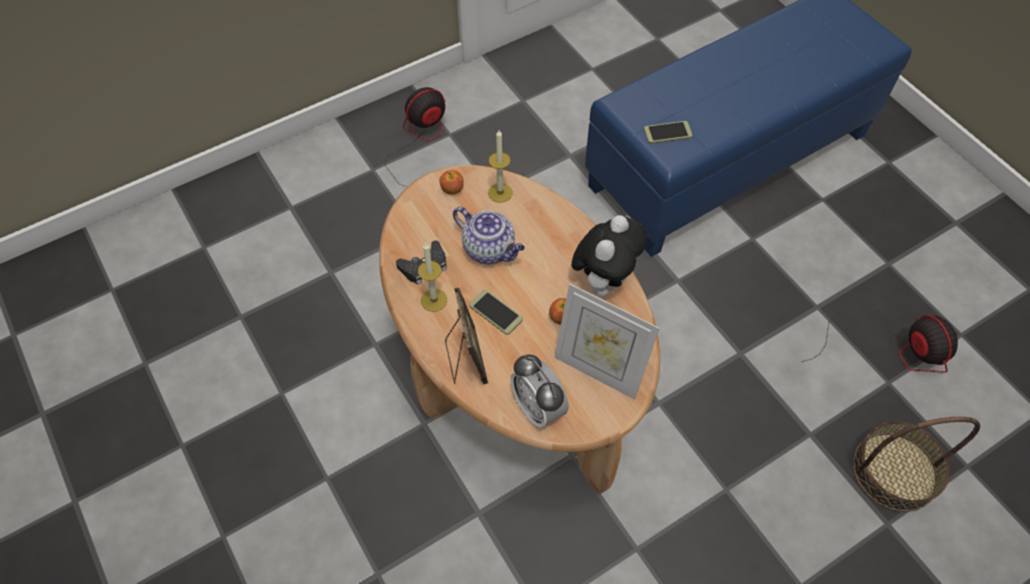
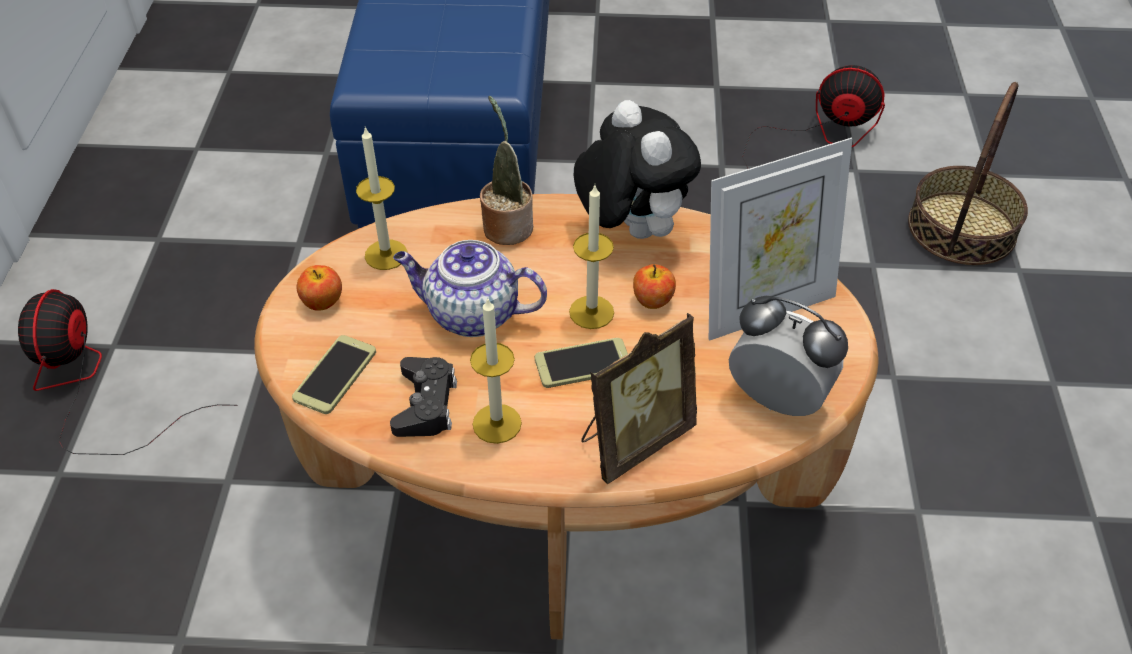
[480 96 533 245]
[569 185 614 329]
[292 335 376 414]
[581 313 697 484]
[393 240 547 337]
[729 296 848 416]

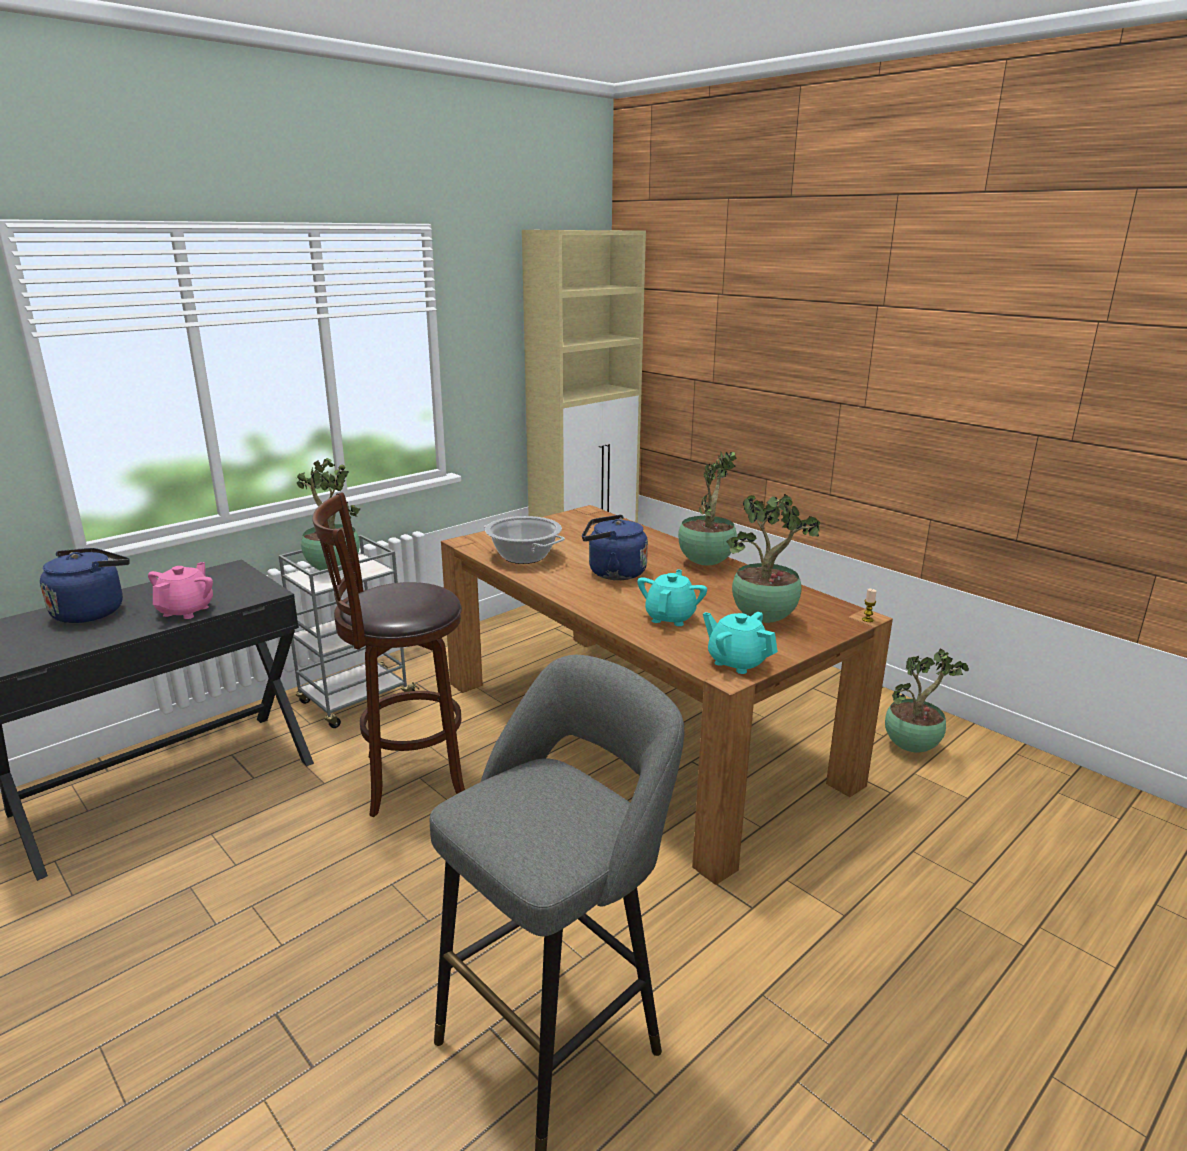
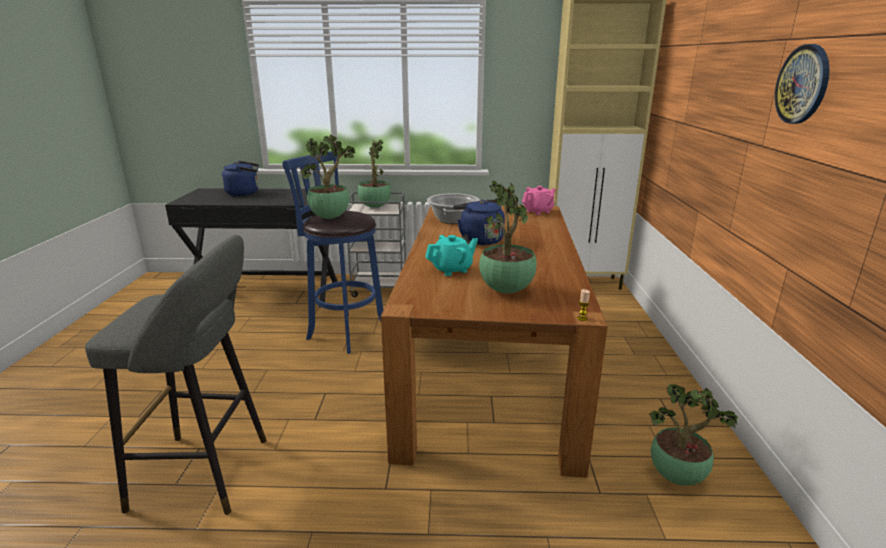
[703 612 778 674] (first image)
[775 44 830 124]
[522 186 556 215]
[300 134 355 219]
[282 151 383 354]

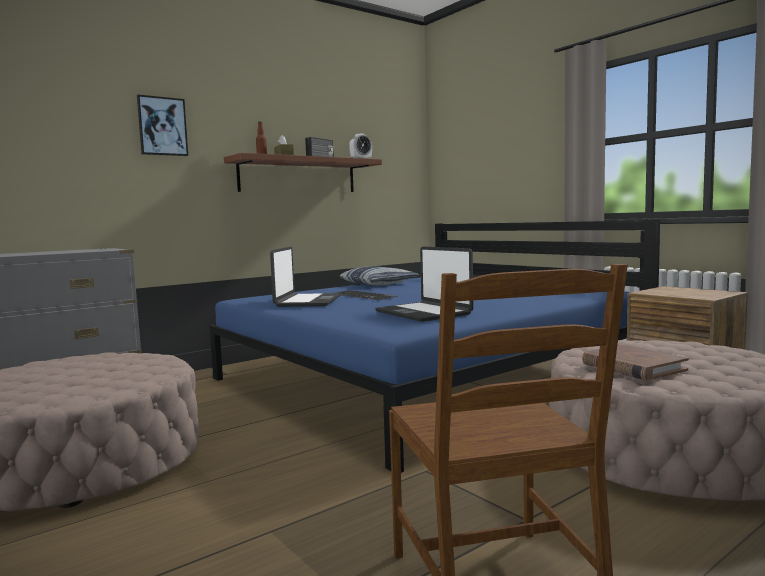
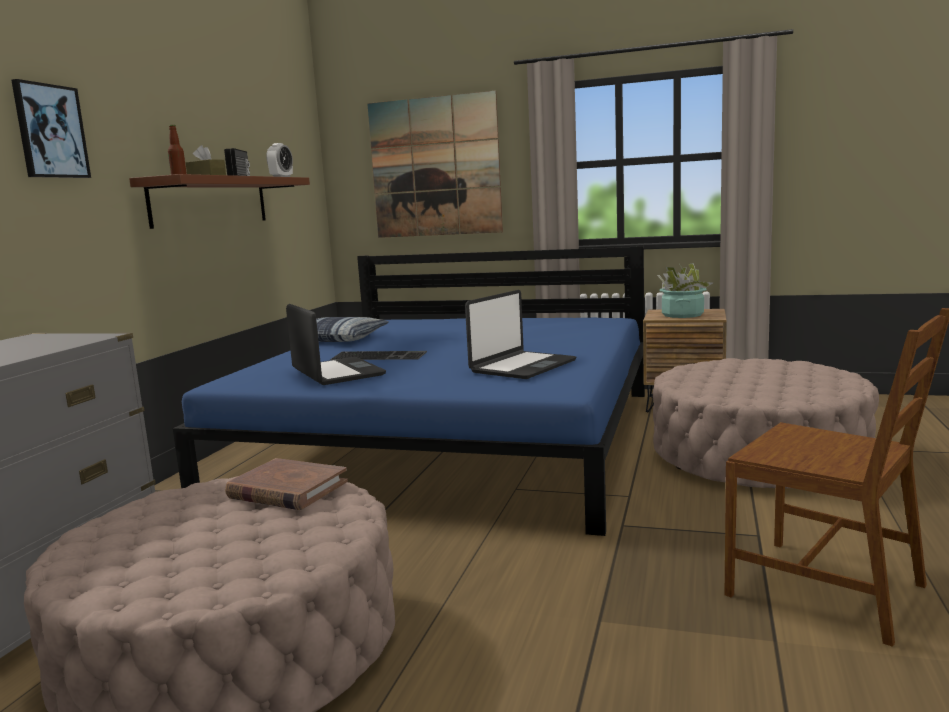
[367 90 503 238]
[657 263 713 318]
[225 458 348 510]
[465 290 576 379]

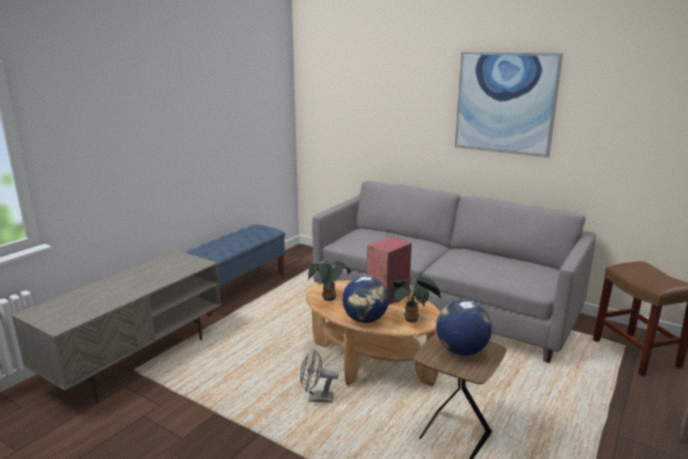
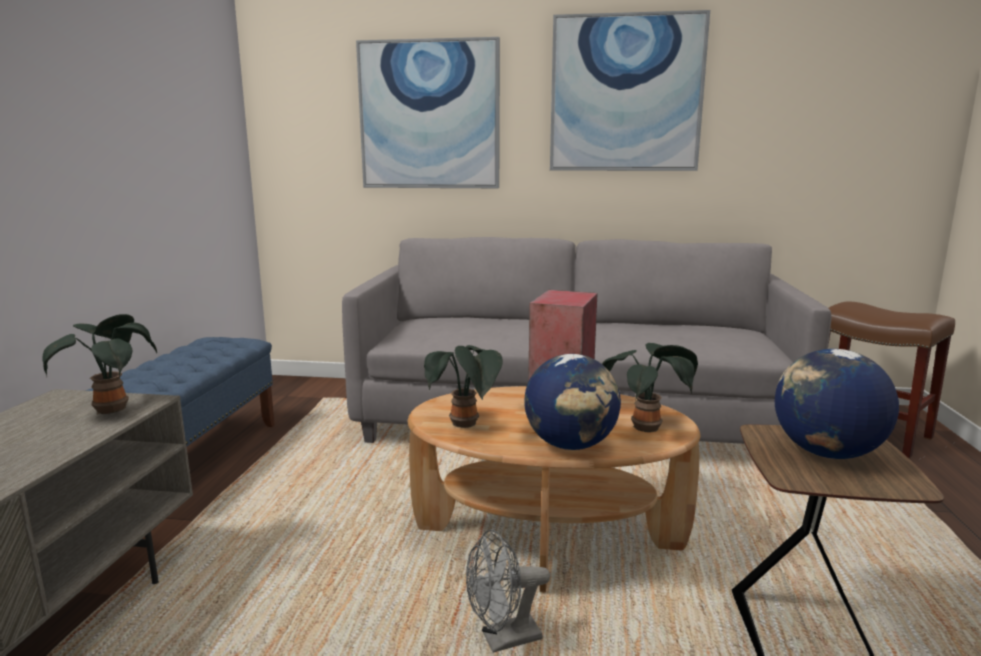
[43 314 157 415]
[356 37 500 188]

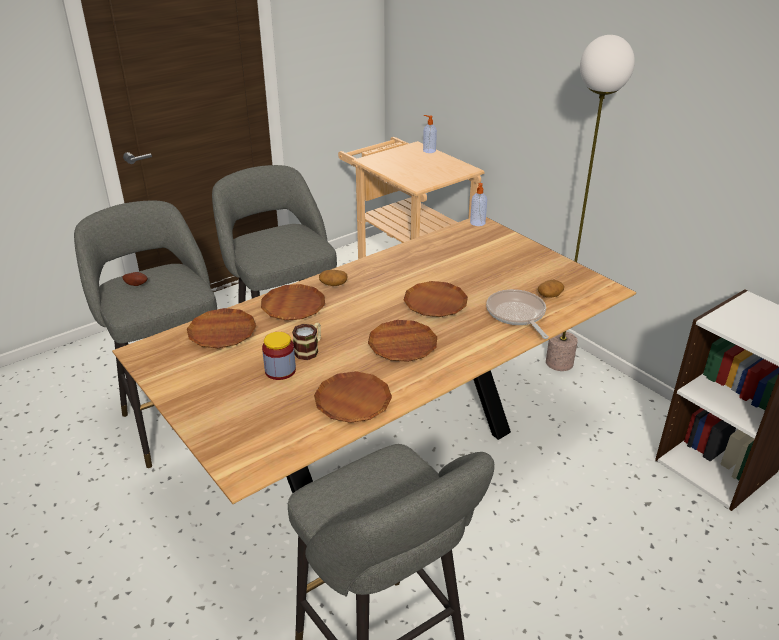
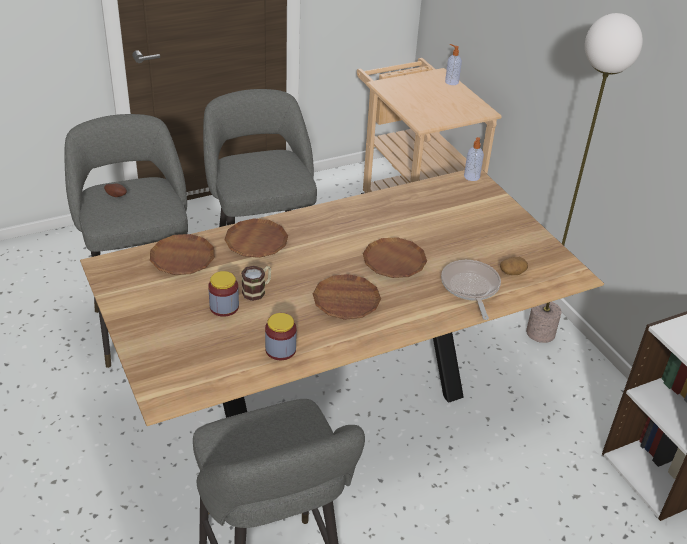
[319 270 348 286] (first image)
[265 313 297 360]

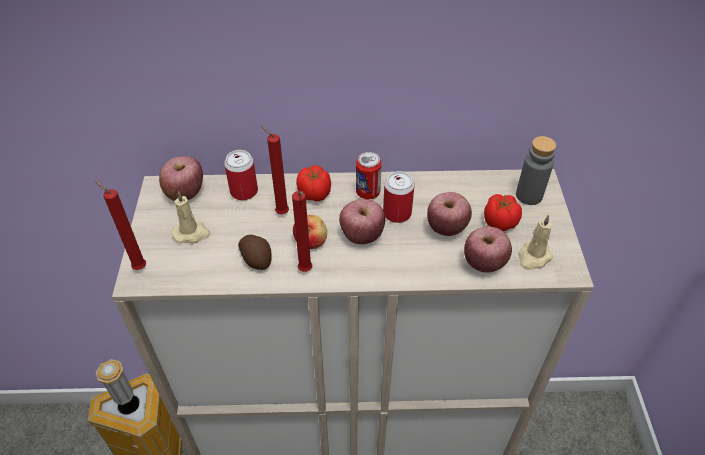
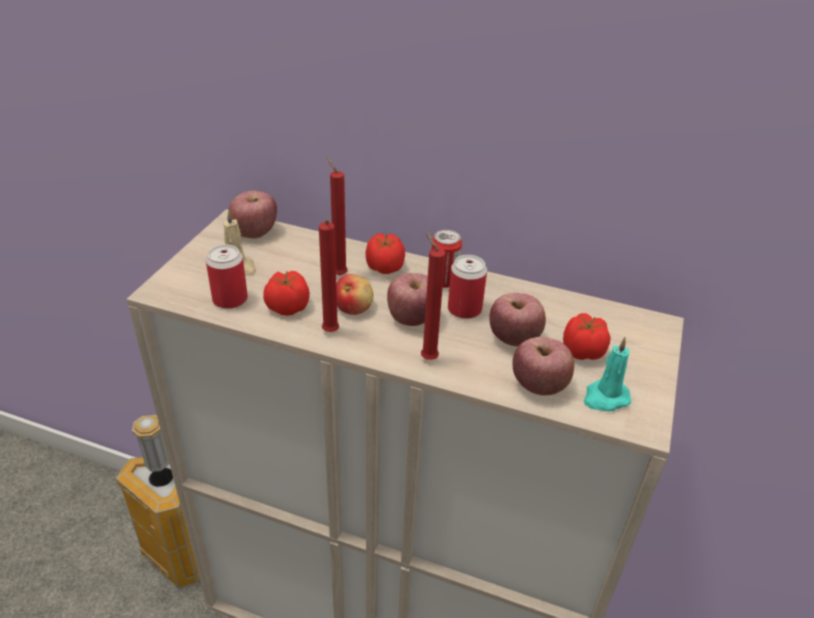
[516 136 556 205] (first image)
[421 232 445 360]
[206 244 248 309]
[263 271 310 316]
[584 337 631 411]

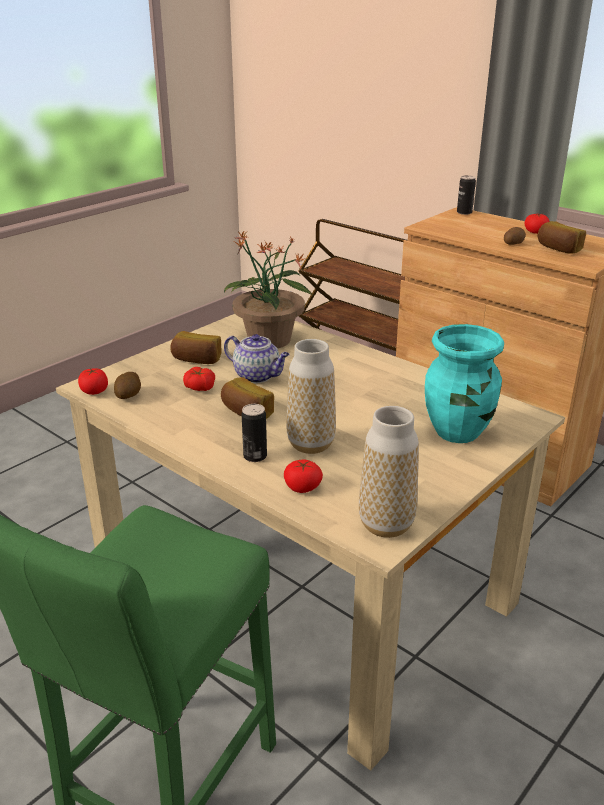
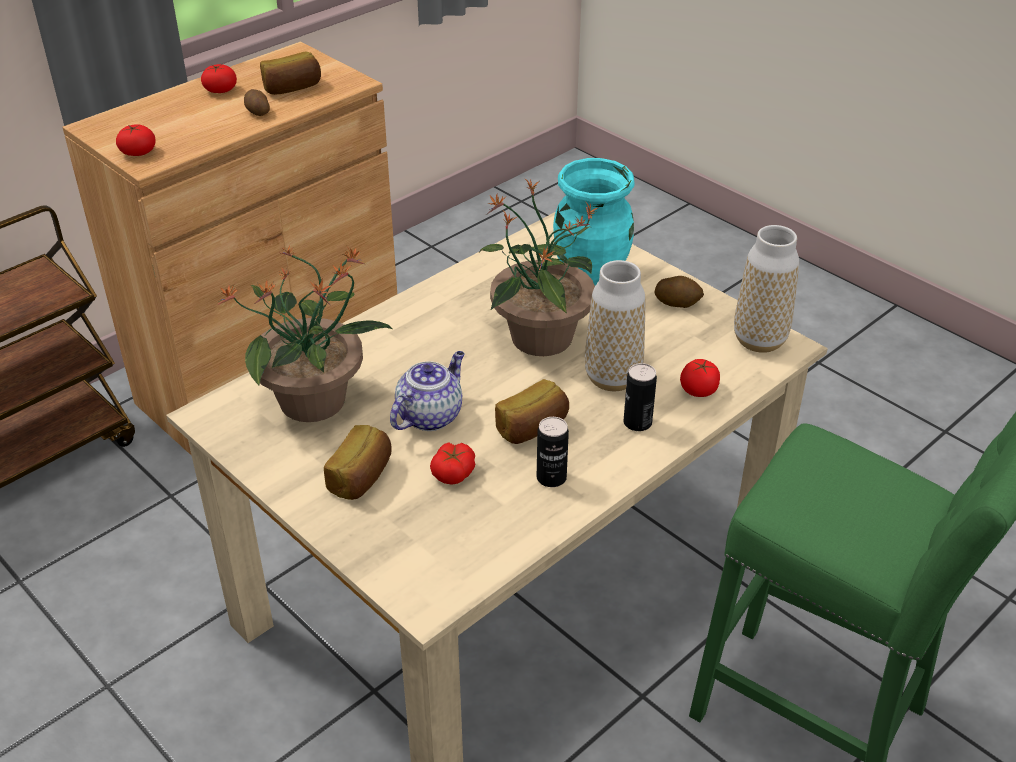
[478 178 598 356]
[116 124 156 156]
[654 276 704 308]
[537 417 569 487]

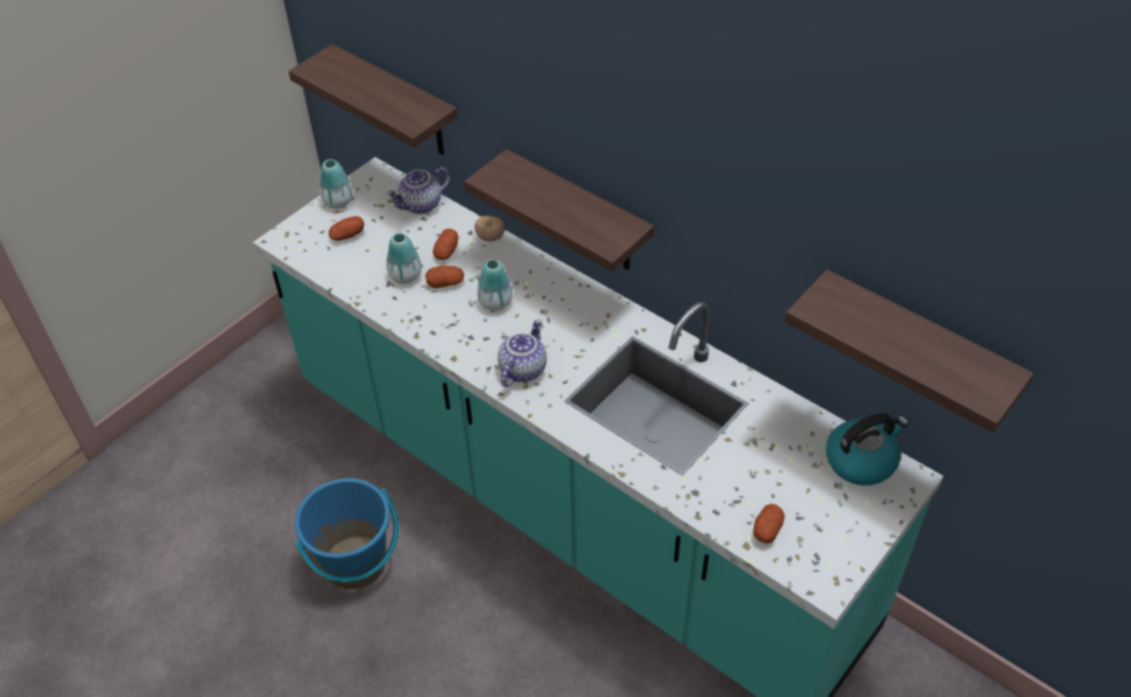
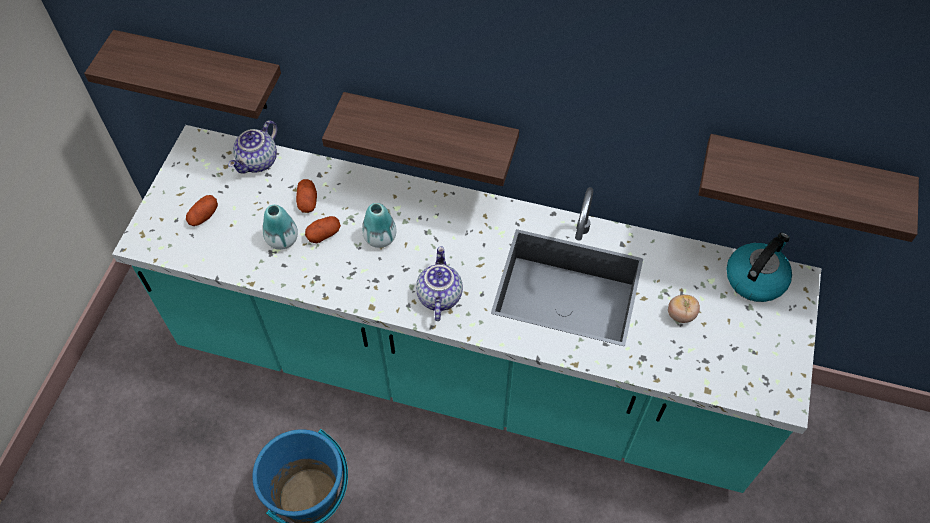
[320 159 353 209] (first image)
[753 504 785 544] (first image)
[668 295 700 323]

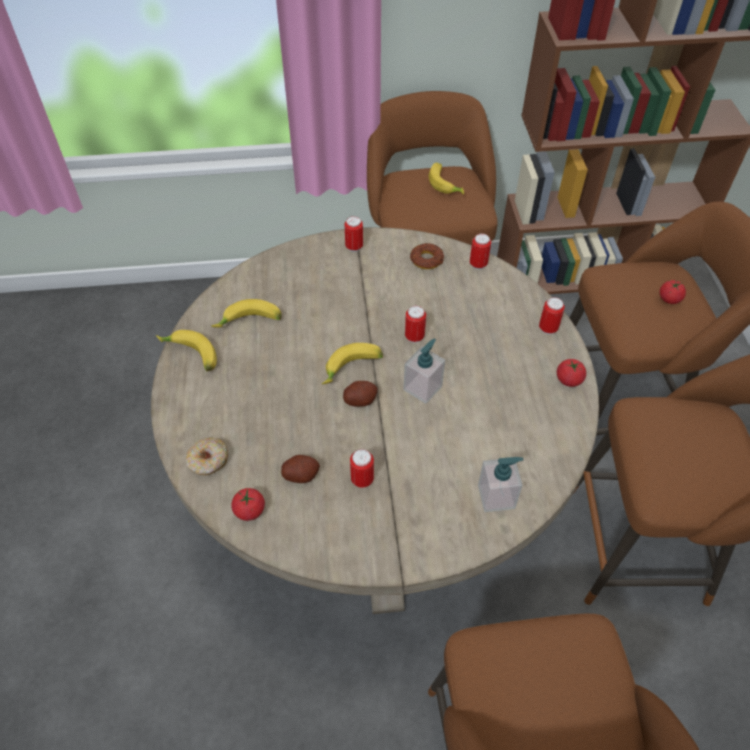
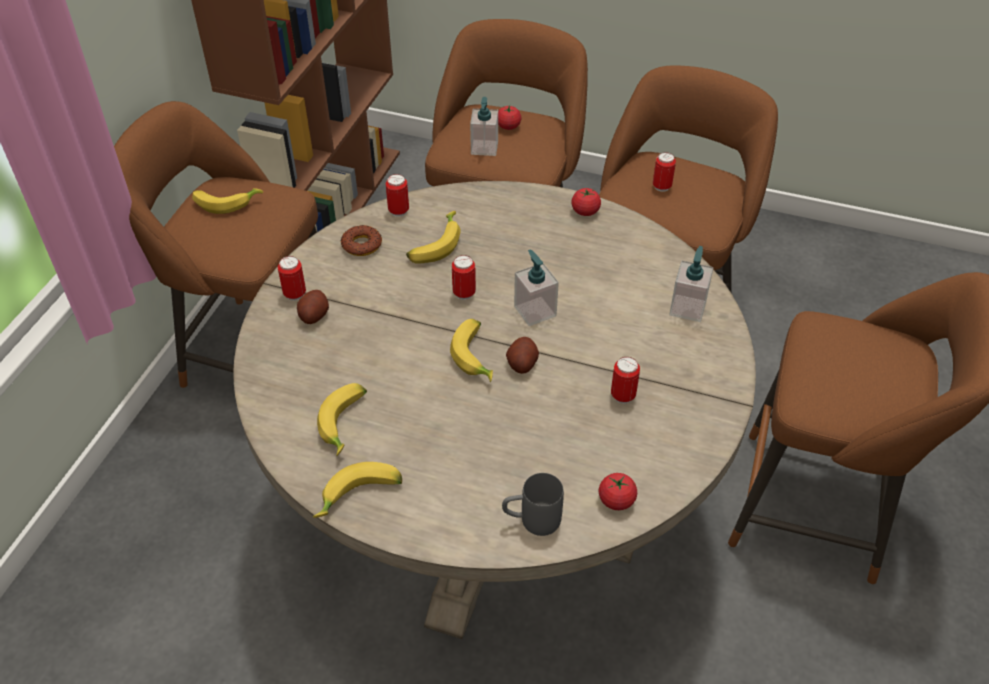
[406 211 461 264]
[470 97 498 156]
[297 290 329 324]
[653 152 676 192]
[502 473 564 536]

